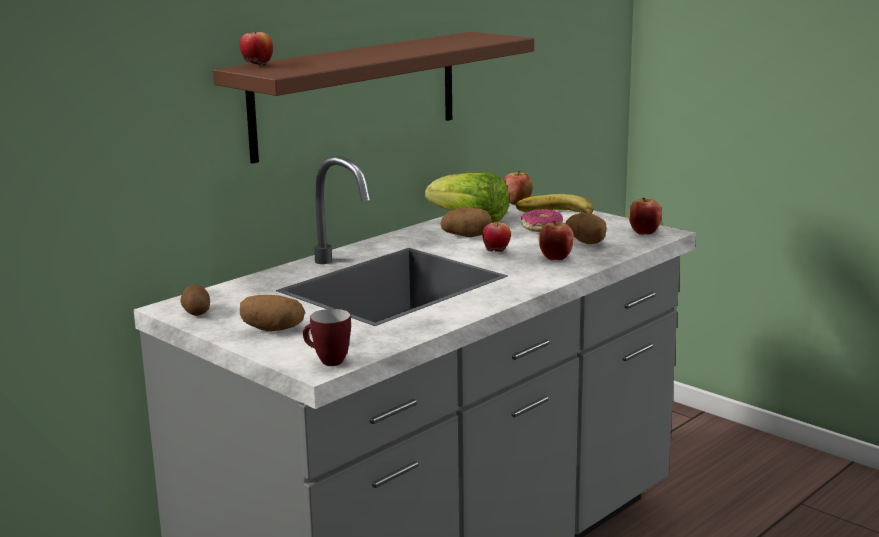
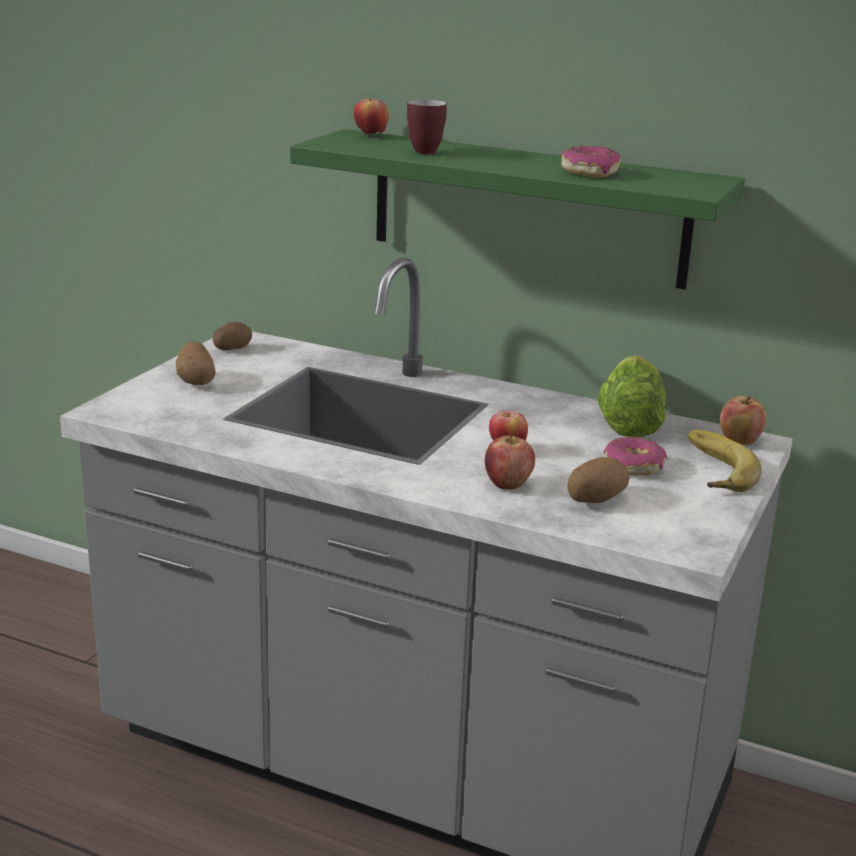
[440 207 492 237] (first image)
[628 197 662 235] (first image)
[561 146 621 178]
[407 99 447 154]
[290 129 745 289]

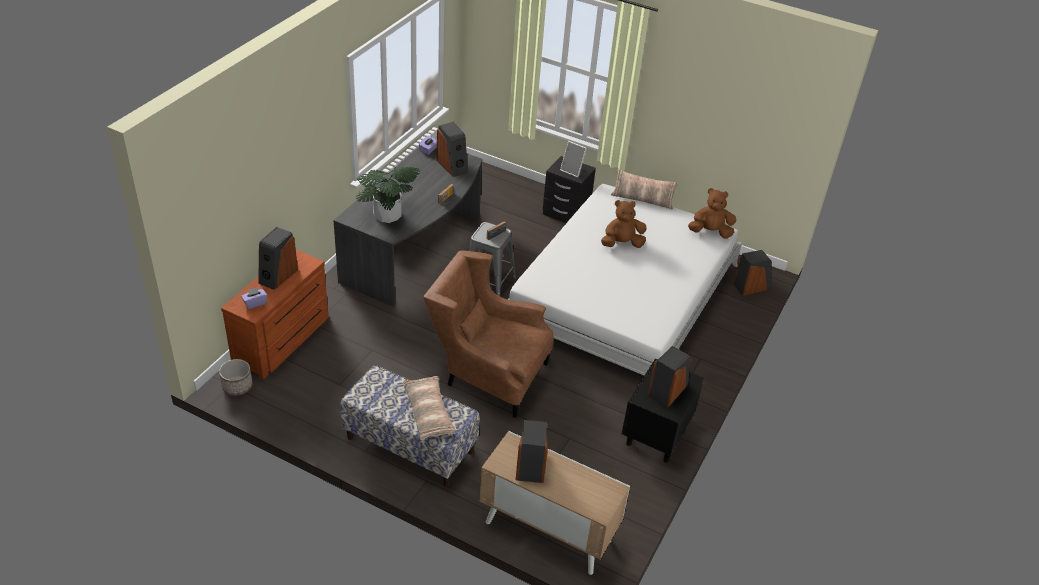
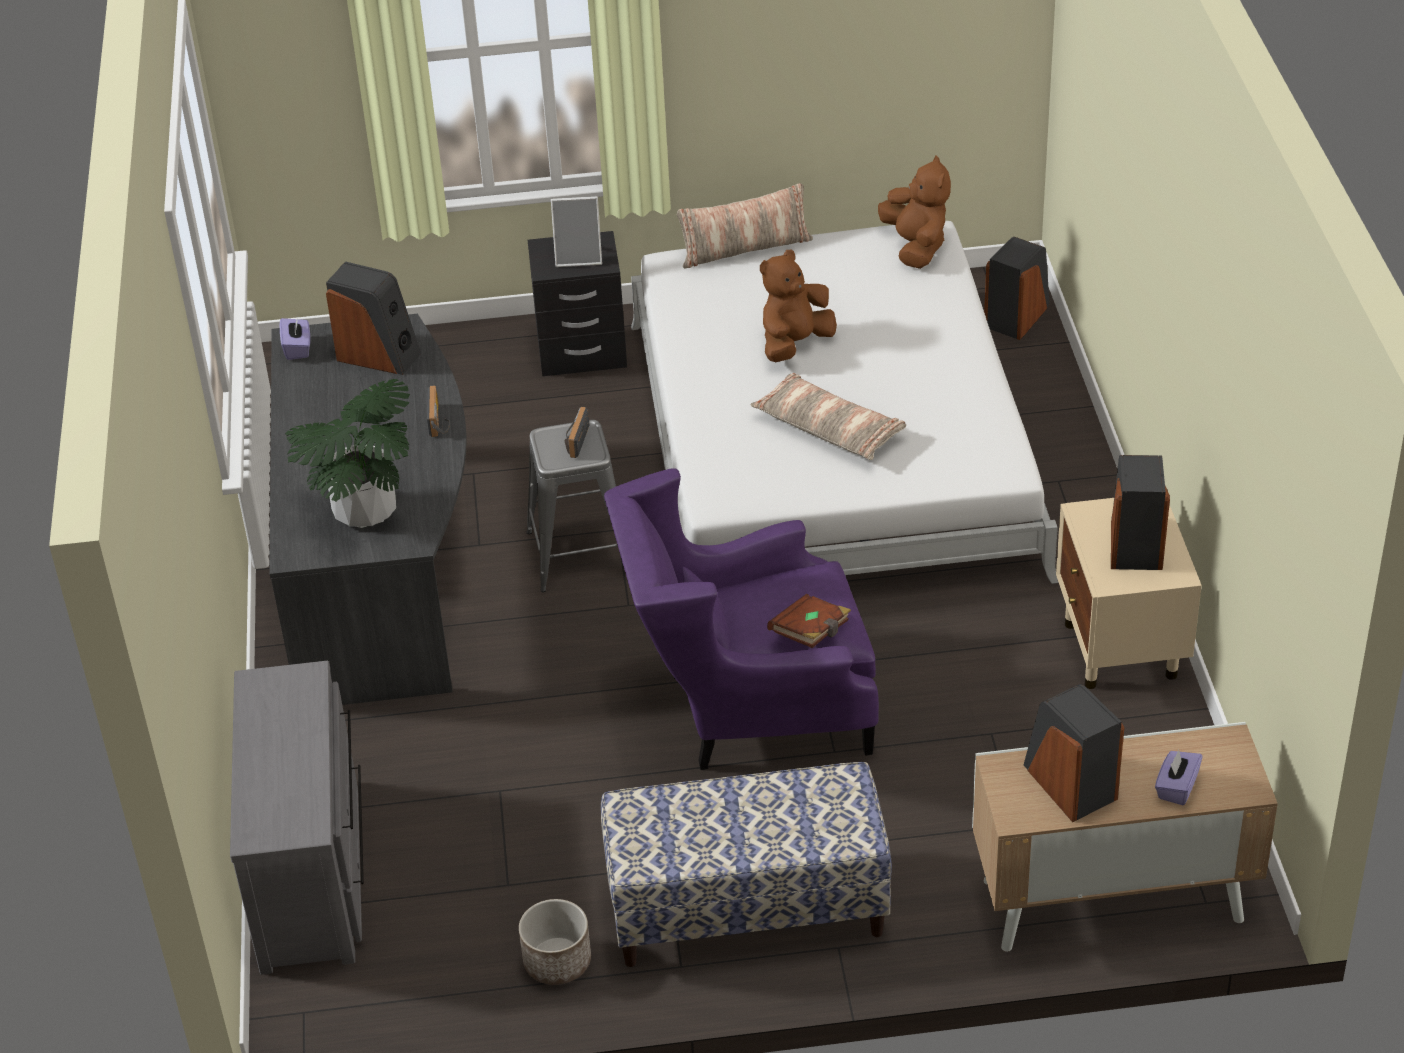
[258 227 298 290] (first image)
[767 594 851 648]
[519 899 591 985]
[1155 750 1203 805]
[751 373 906 460]
[230 660 364 975]
[604 468 879 770]
[1056 498 1202 689]
[878 155 951 269]

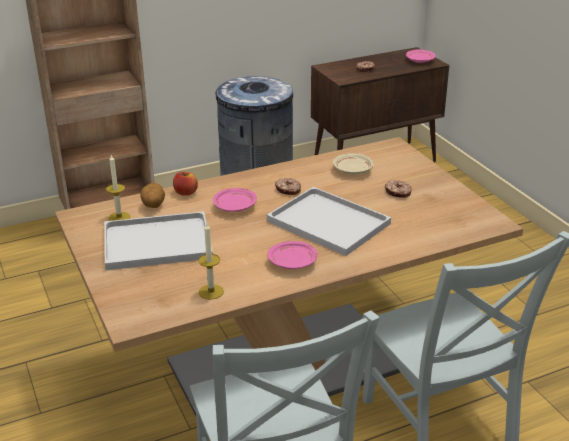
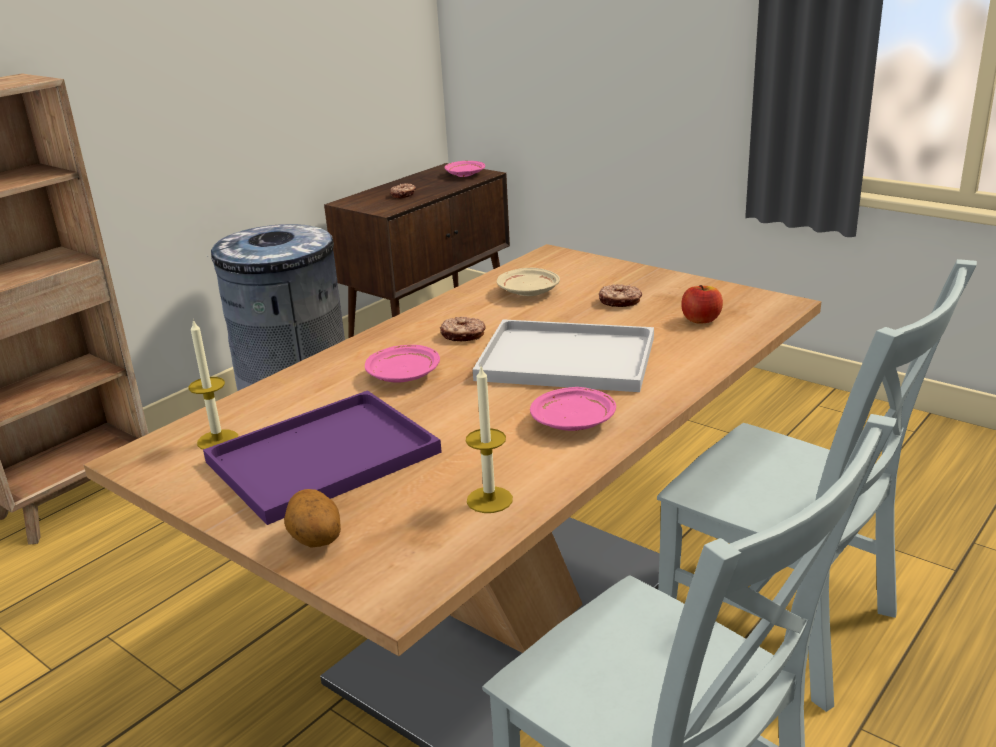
[284 489 341 548]
[681 285 723 323]
[203 390 442 525]

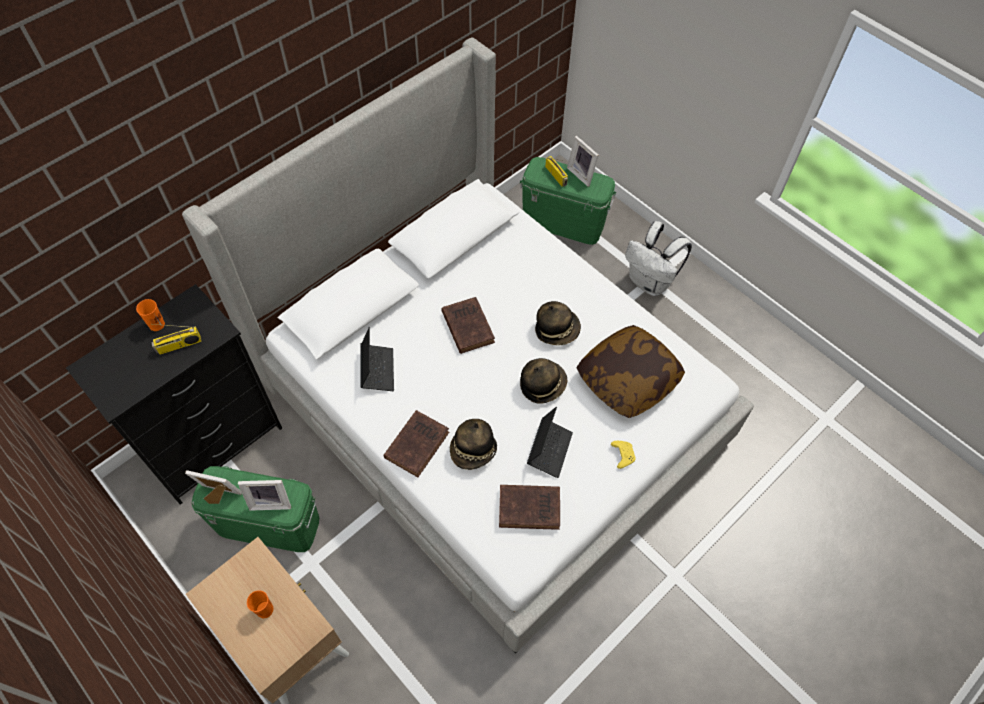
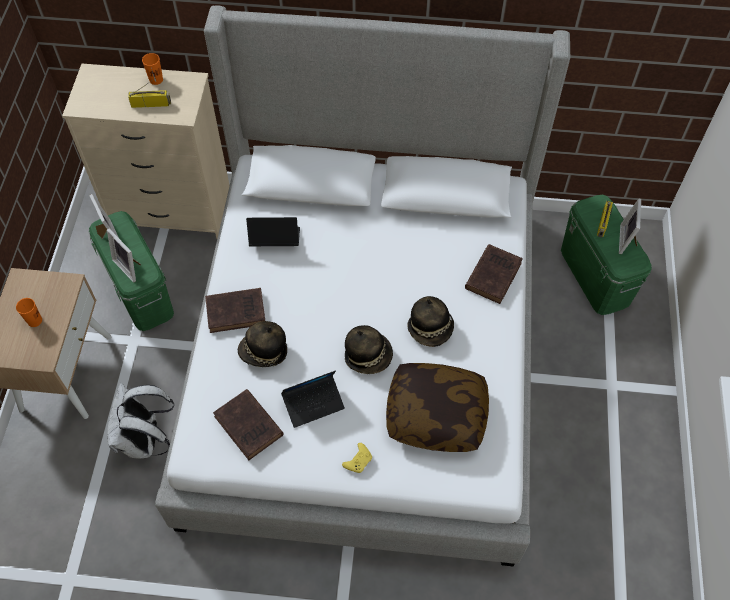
[465 244 523 304]
[107 383 174 459]
[62 64 230 238]
[128 78 171 108]
[246 217 300 246]

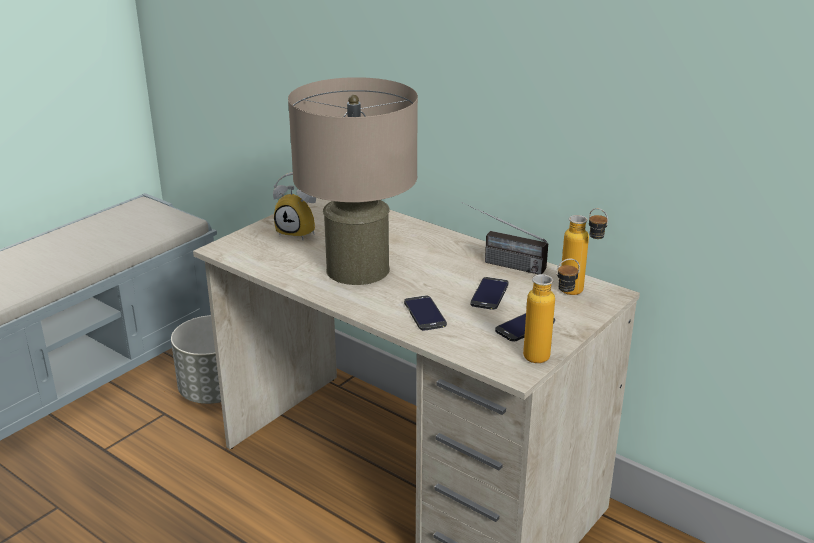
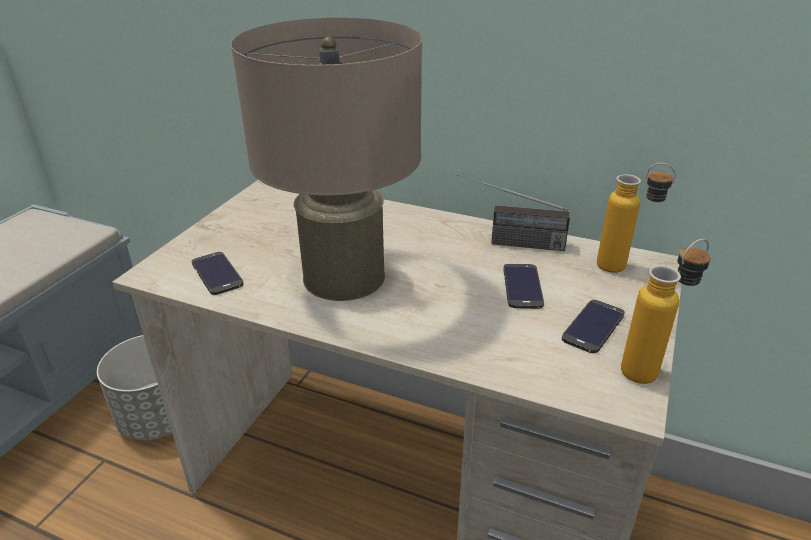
[273 172 316 240] (first image)
[192 252 244 295]

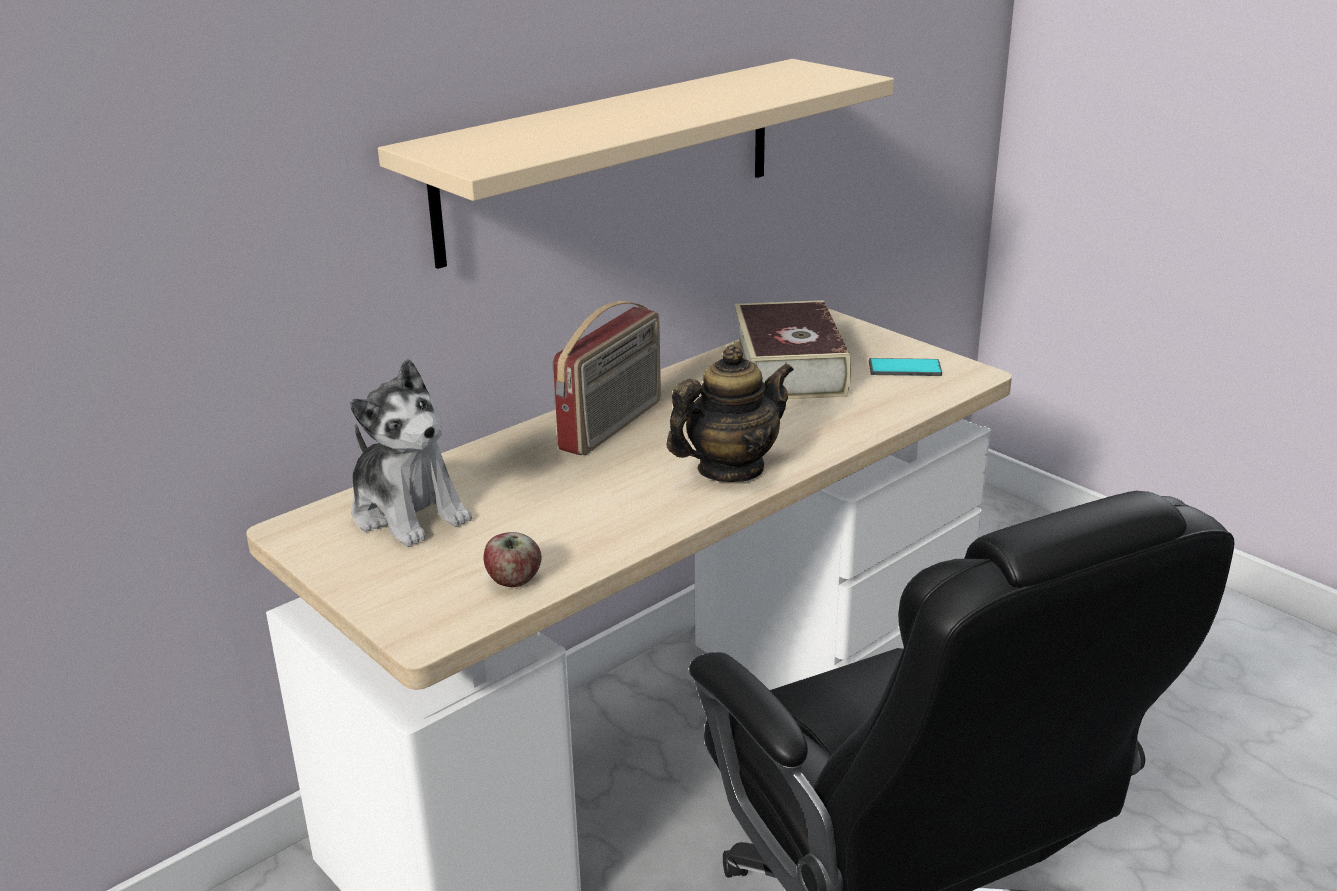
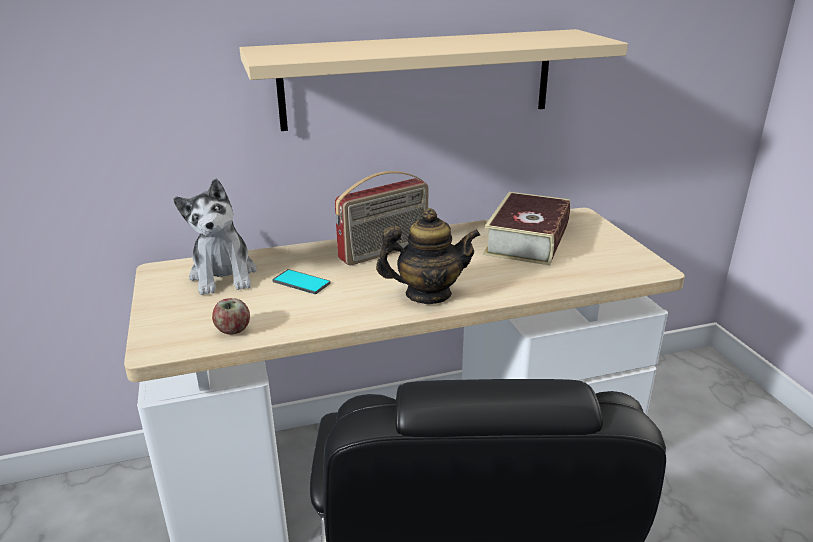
[272 269 331 294]

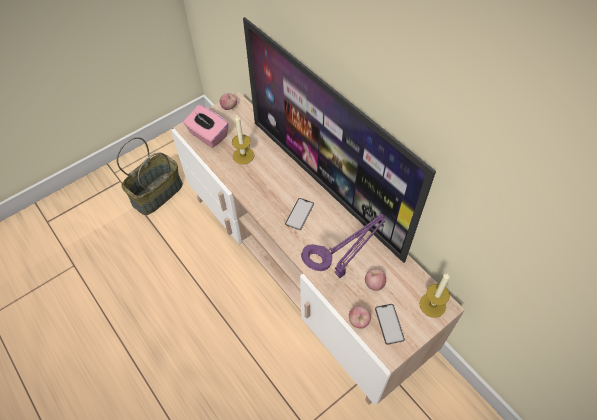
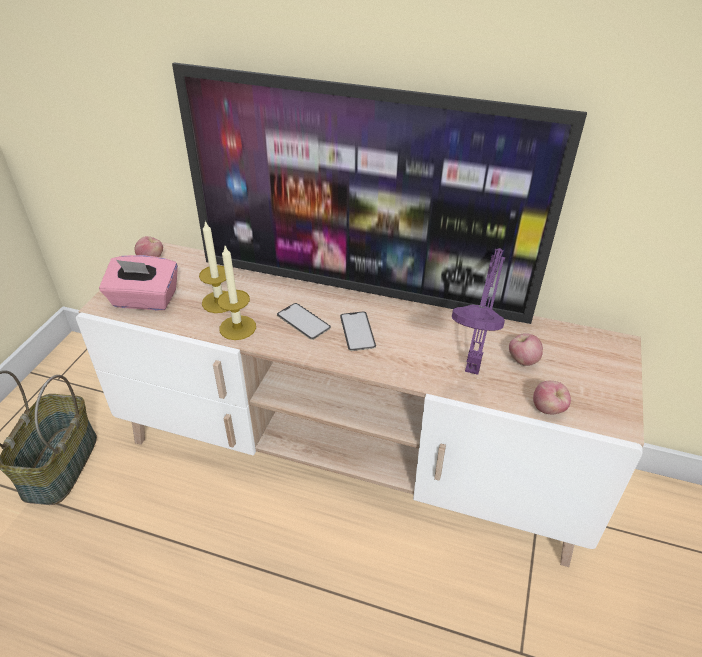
[277 303 331 340]
[217 246 256 340]

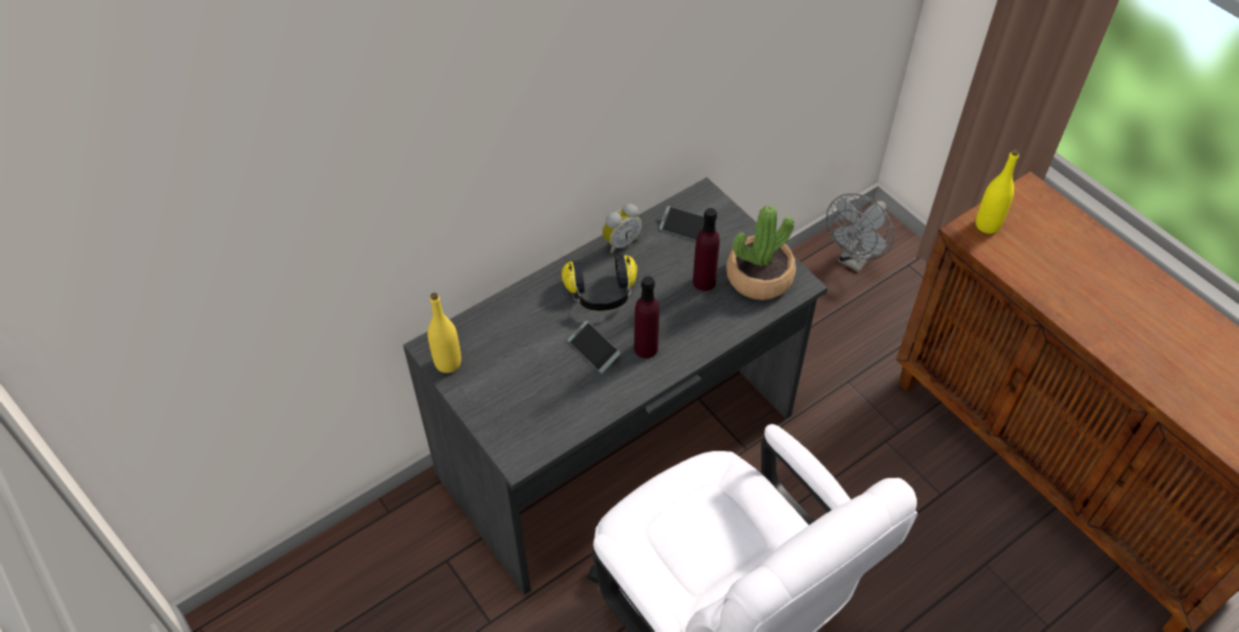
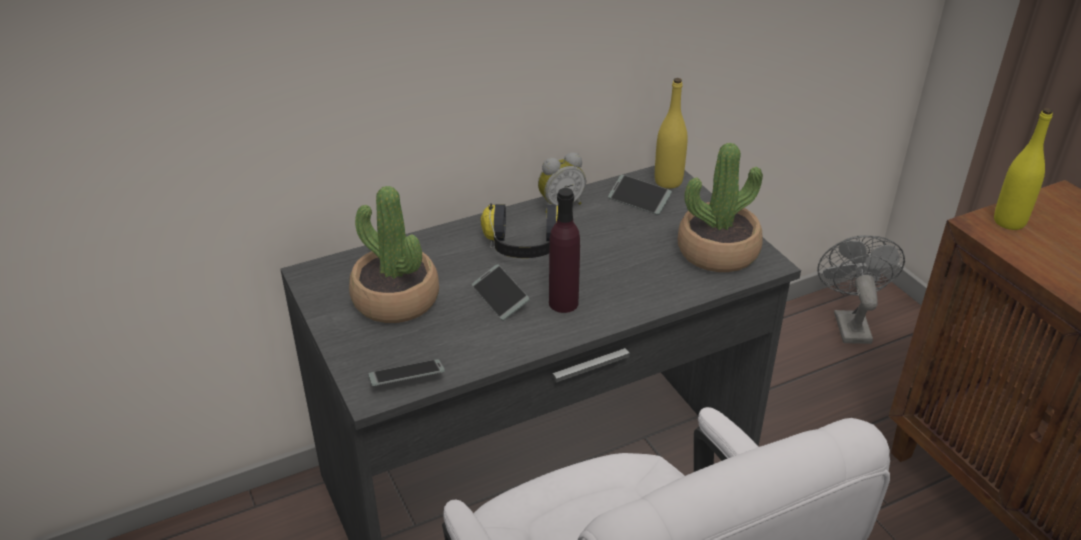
[693 208 720 291] (first image)
[349 186 439 323]
[368 359 445 386]
[655 78 688 189]
[817 235 905 344]

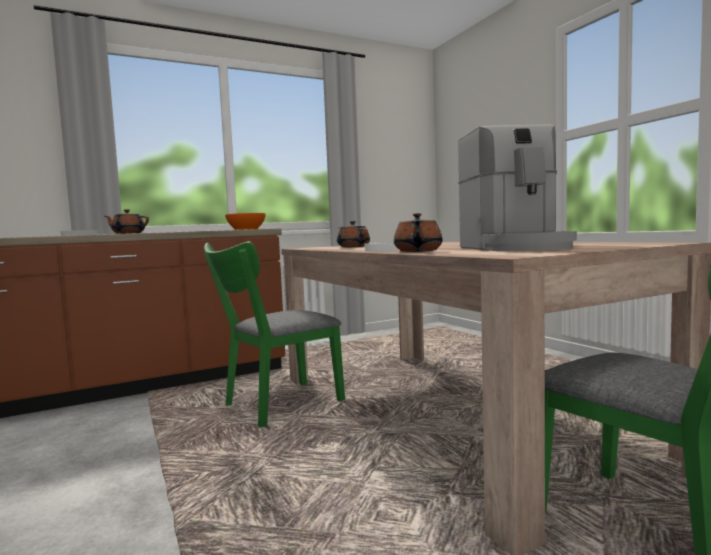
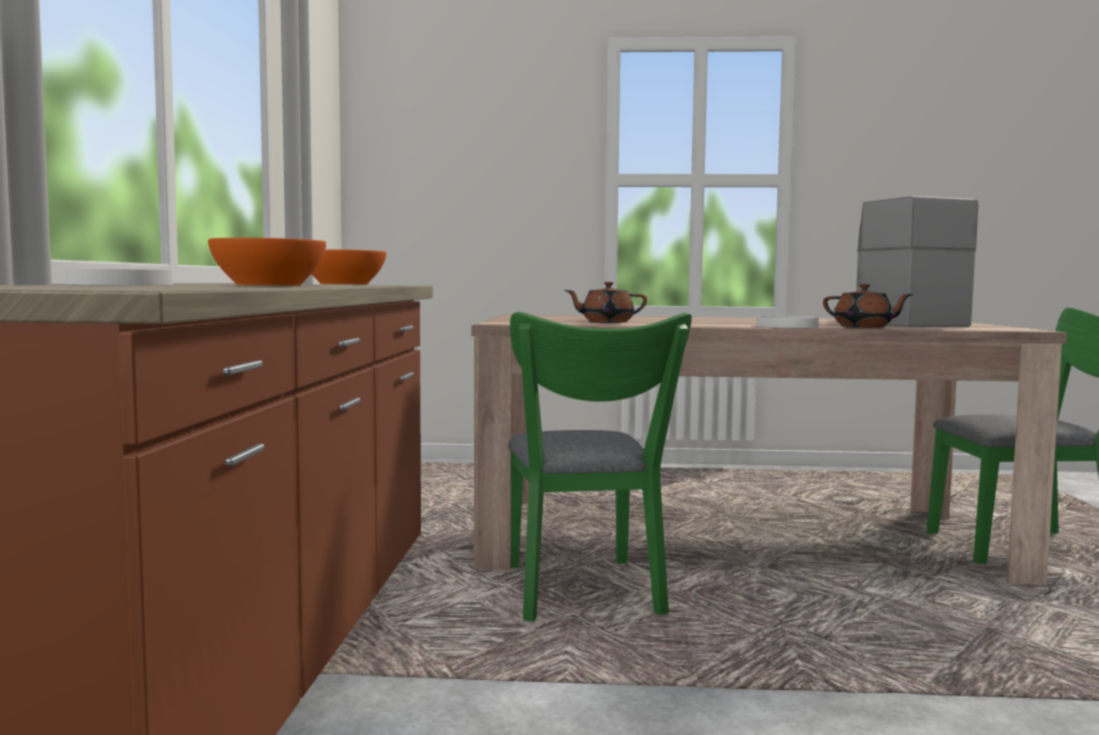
[208 238 326 286]
[834 196 978 327]

